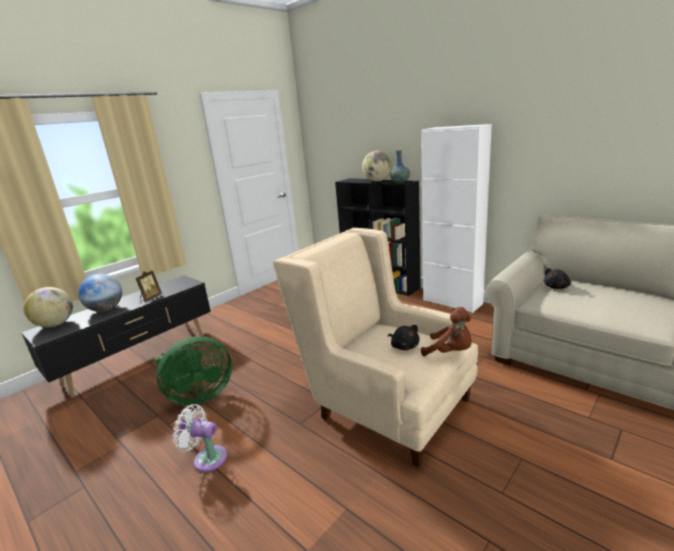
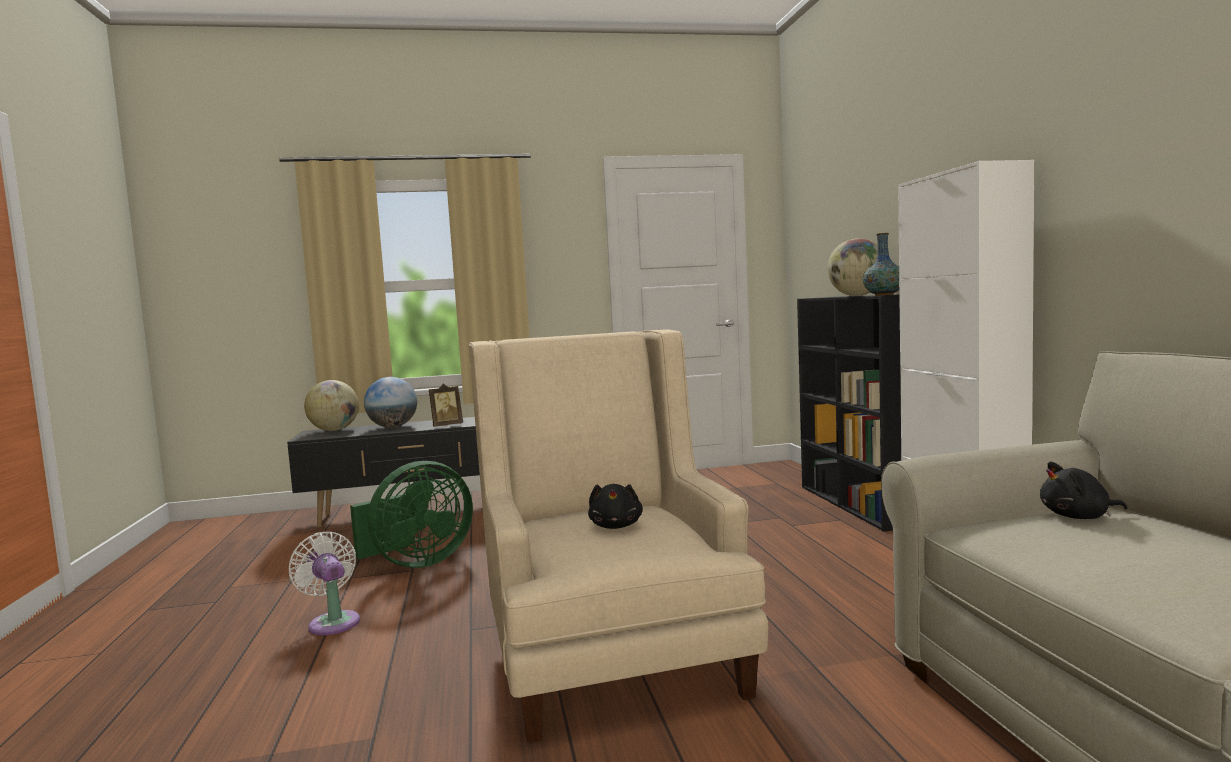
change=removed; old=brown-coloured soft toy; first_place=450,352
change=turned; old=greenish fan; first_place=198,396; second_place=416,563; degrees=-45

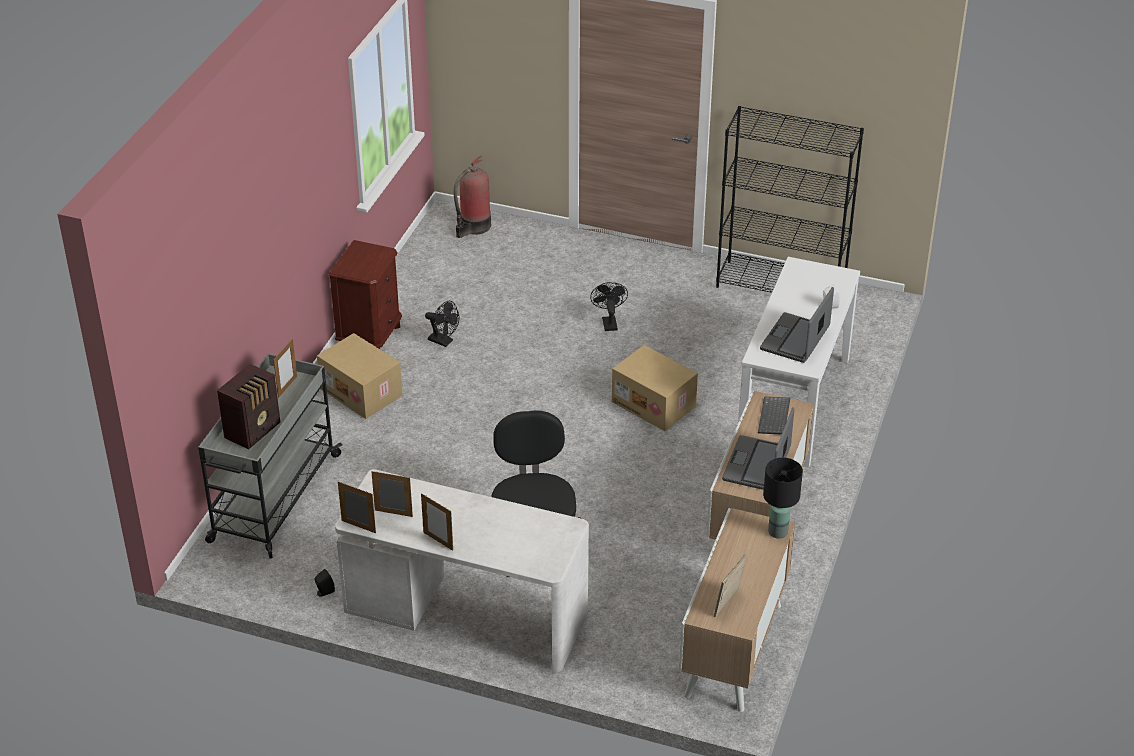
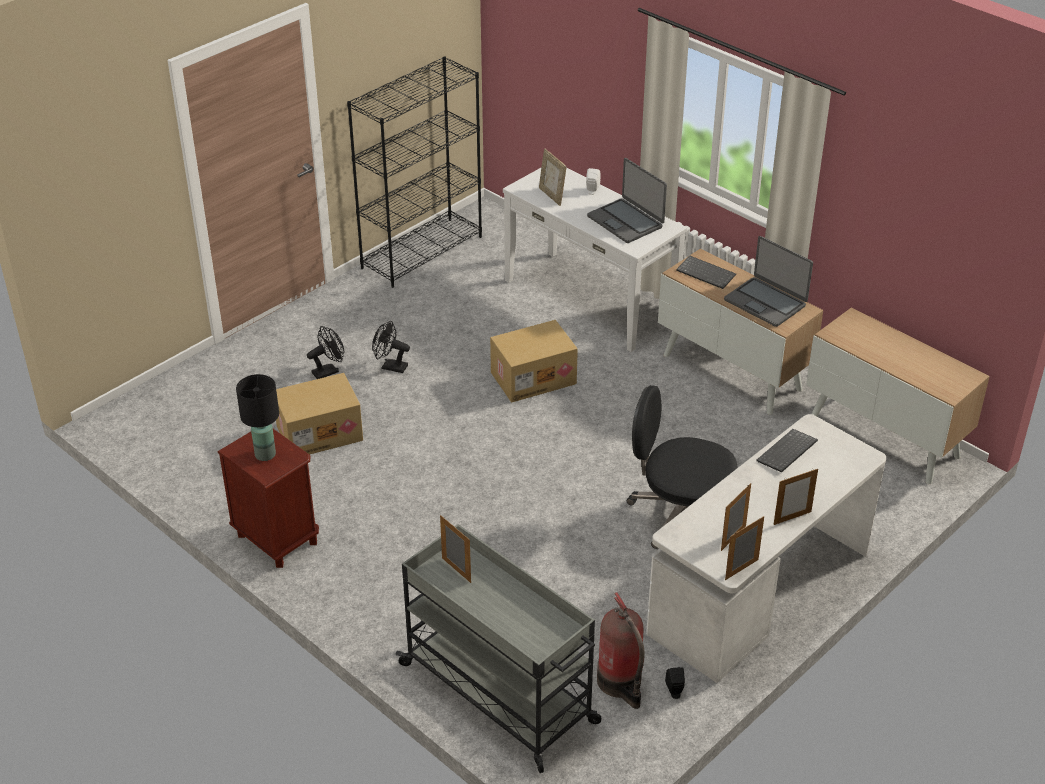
change=moved; old=fire-fighting cylinder; first_place=473,227; second_place=621,683
change=moved; old=black fan; first_place=444,341; second_place=328,371
change=moved; old=packing box; first_place=362,392; second_place=320,432
change=removed; old=radio set; first_place=254,430
change=moved; old=black lamp for a table; first_place=778,531; second_place=265,454
change=moved; old=standing frame; first_place=728,604; second_place=552,196
change=added; new=keyboard; second_place=787,453

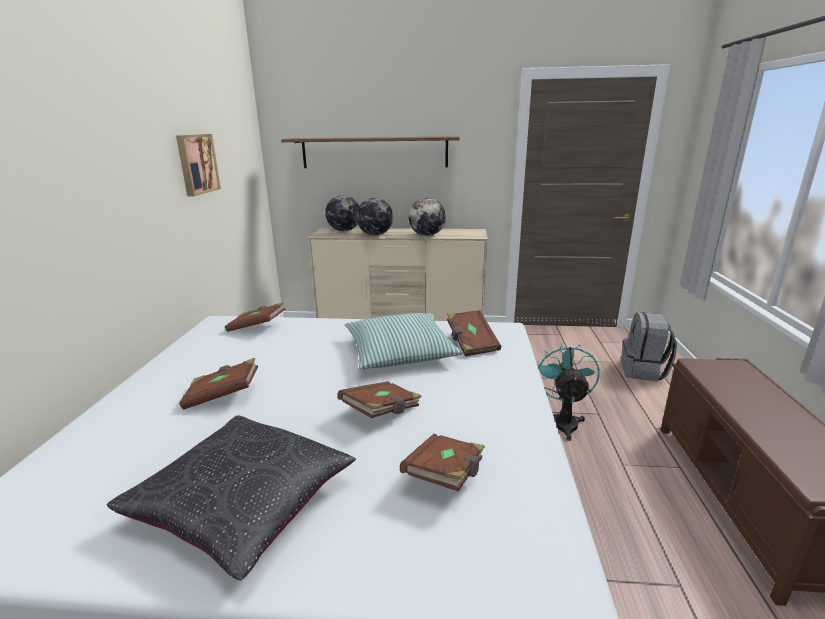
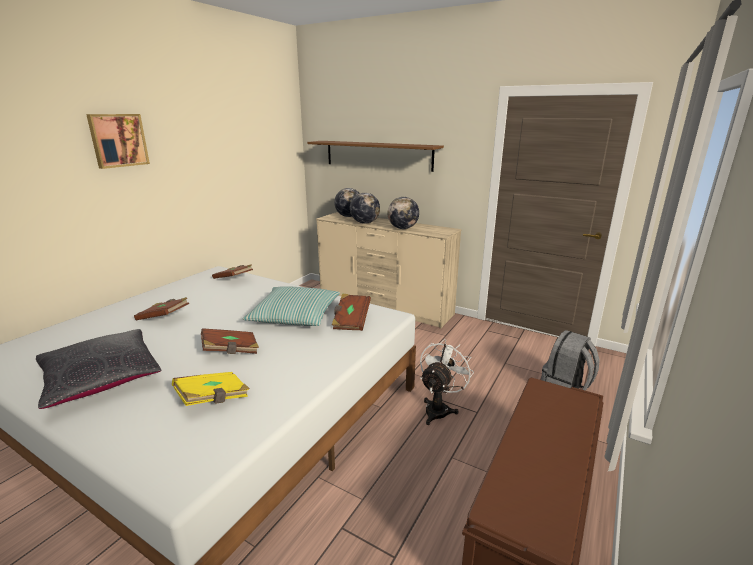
change=moved; old=picture; first_place=196,164; second_place=118,140
change=recoloured; old=turquoise fan; new=white fan; first_place=563,421; second_place=439,408
change=recoloured; old=brown-coloured book; new=yellow book; first_place=446,475; second_place=213,399

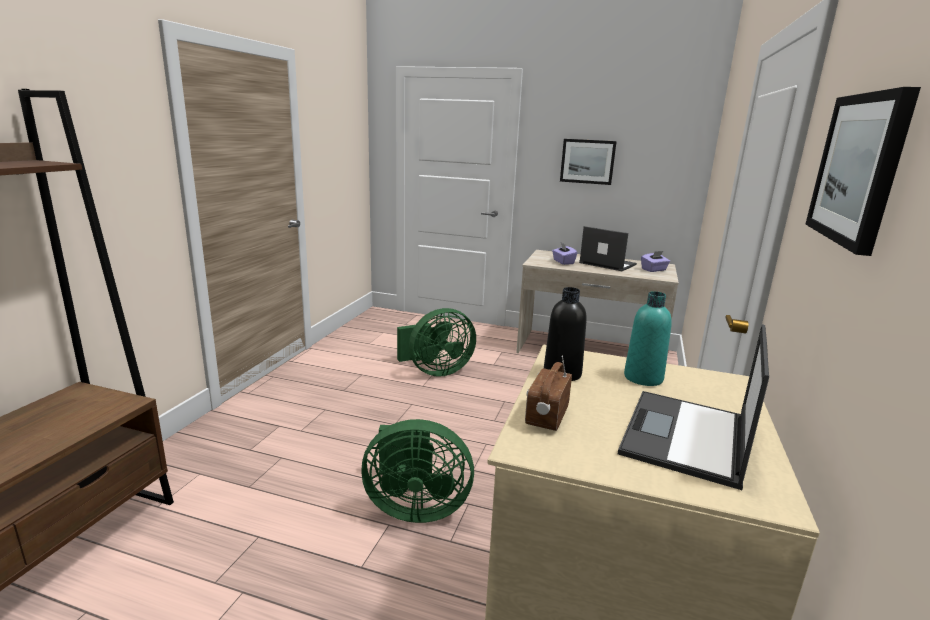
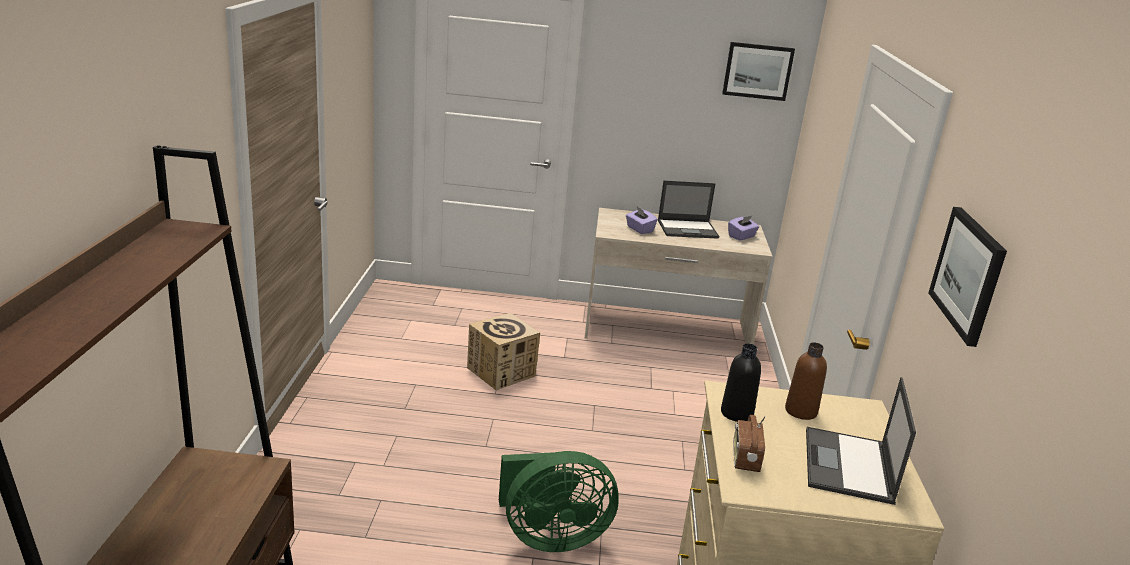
change=moved; old=picture; first_place=587,161; second_place=757,71
change=turned; old=portable computer; first_place=607,263; second_place=688,229; degrees=150
change=recoloured; old=turquoise bottle; new=brown-coloured bottle; first_place=643,378; second_place=801,411
change=replaced; old=greenish fan; new=packing box; first_place=436,371; second_place=501,372

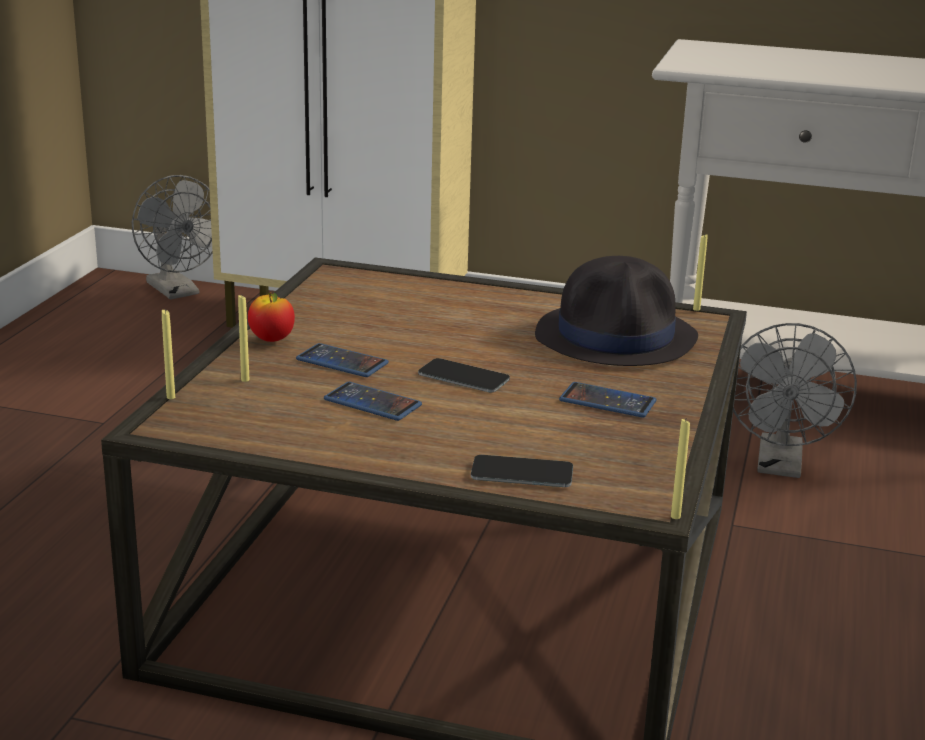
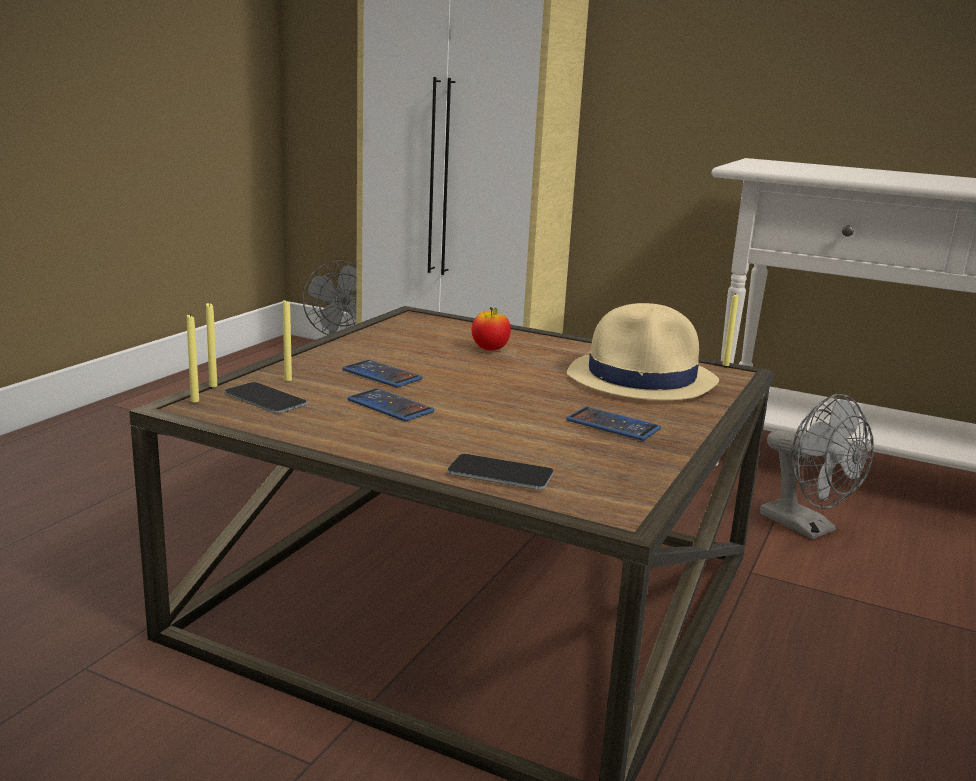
change=recoloured; old=black clothing hat; new=beige-coloured clothing hat; first_place=617,337; second_place=643,379
change=moved; old=whole apple; first_place=272,340; second_place=490,350
change=turned; old=grey fan; first_place=780,466; second_place=807,527; degrees=-60
change=moved; old=handset; first_place=463,376; second_place=265,399
change=moved; old=yellow wax light; first_place=675,516; second_place=195,401

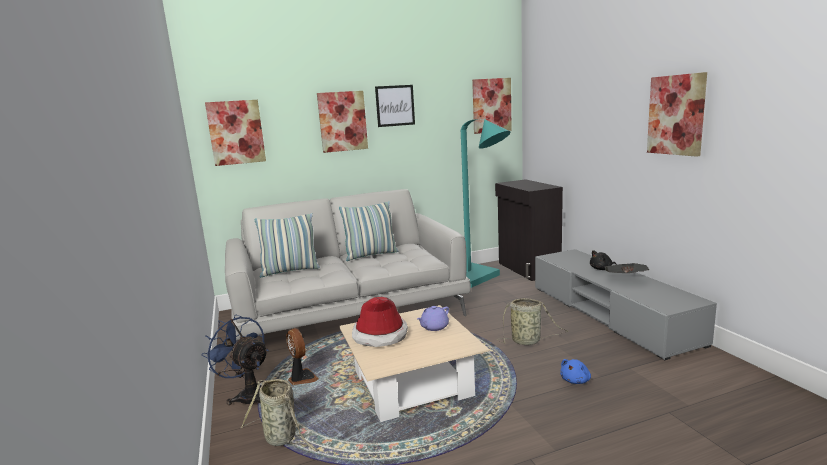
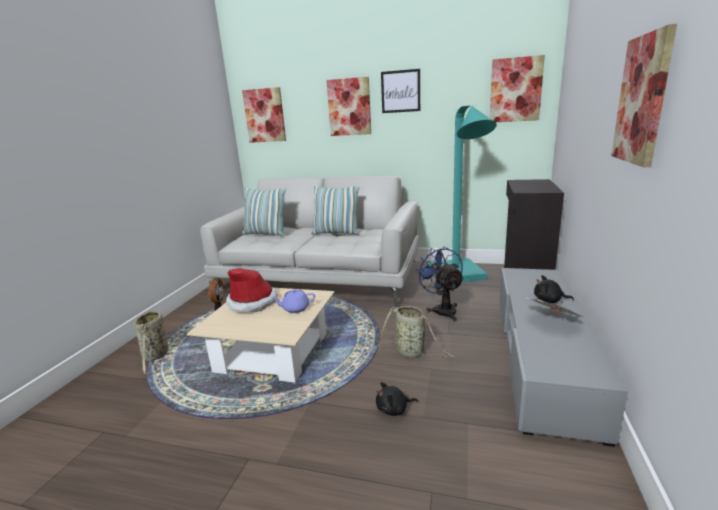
change=moved; old=bluish fan; first_place=248,395; second_place=442,310
change=recoloured; old=bluish soft toy; new=black soft toy; first_place=576,380; second_place=394,409

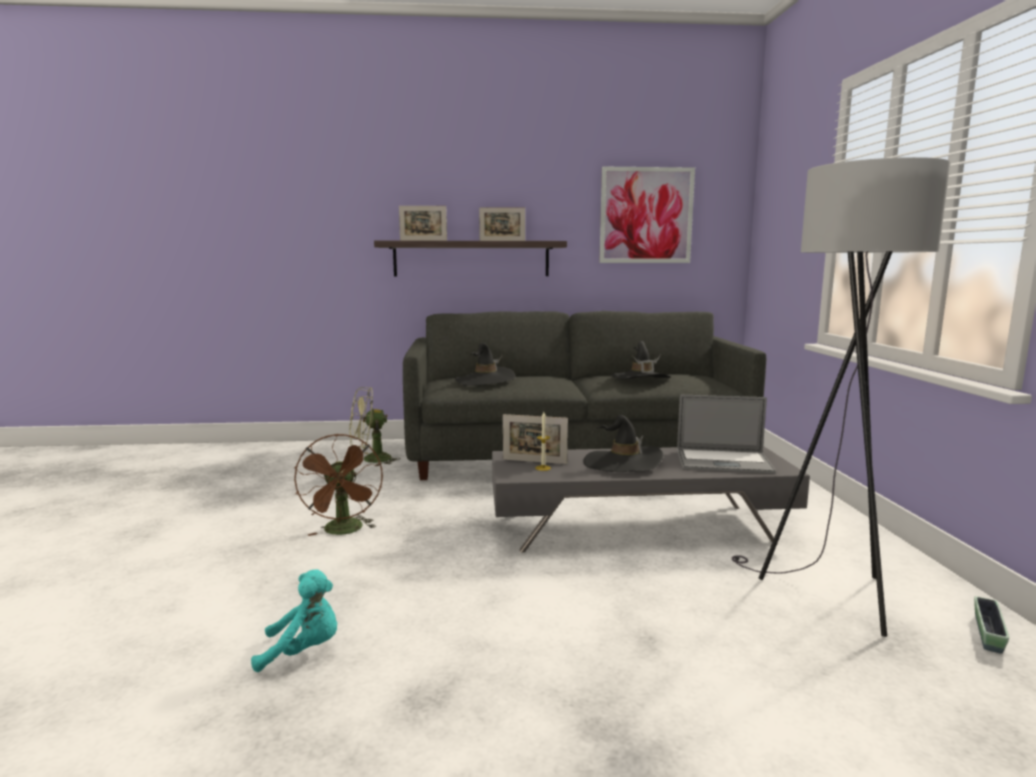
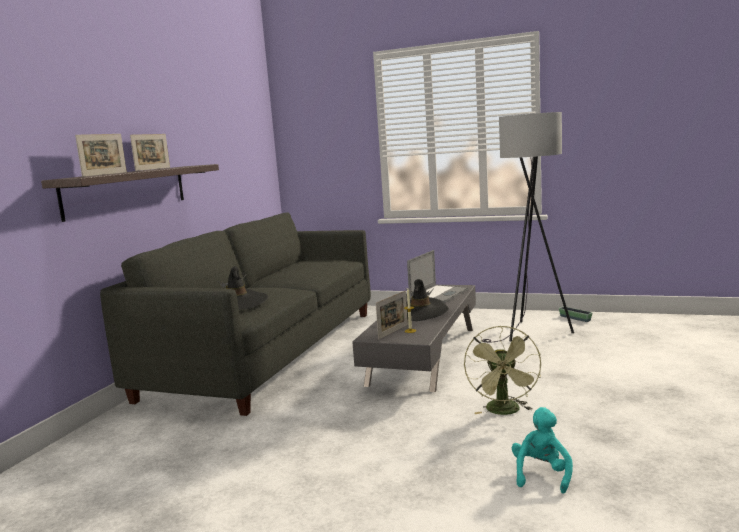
change=removed; old=picture; first_place=646,215
change=removed; old=black clothing hat; first_place=640,379
change=moved; old=greenish fan; first_place=370,460; second_place=505,412
change=removed; old=brown-coloured fan; first_place=344,531

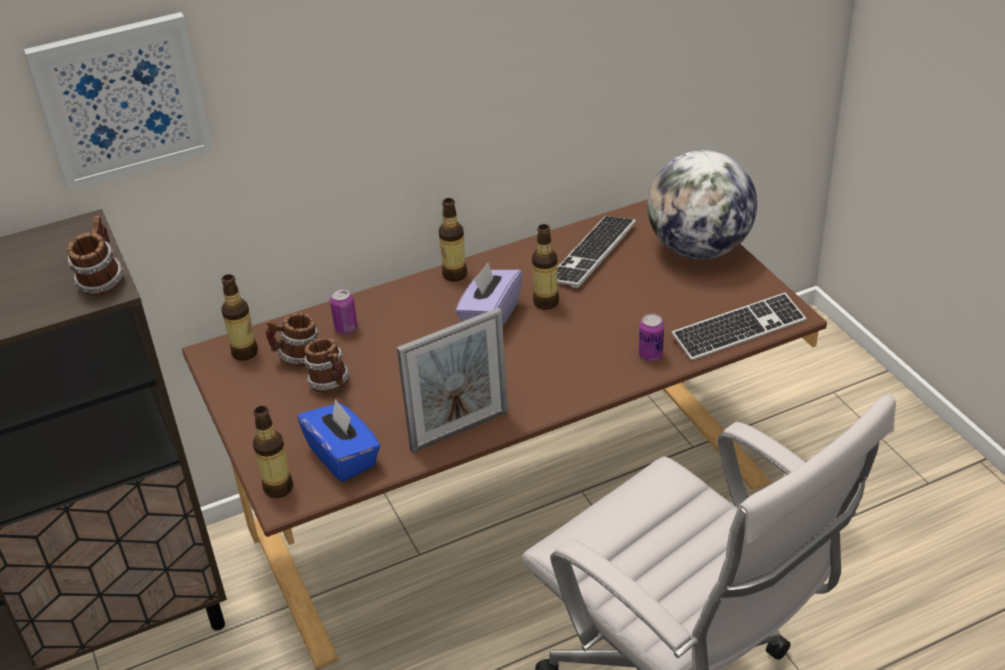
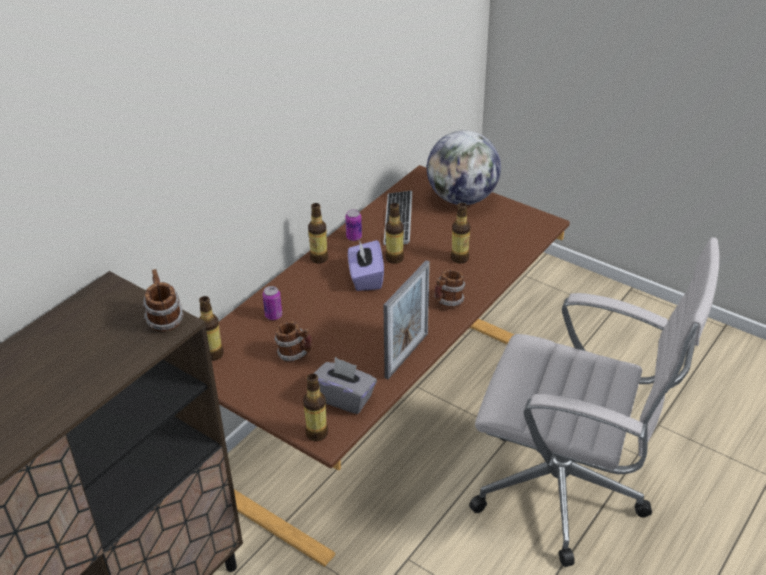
change=removed; old=picture; first_place=122,100
change=removed; old=keyboard; first_place=738,329
change=moved; old=tea mug; first_place=297,358; second_place=448,303
change=moved; old=can; first_place=650,355; second_place=354,237
change=recoloured; old=bluish tissue box; new=grey tissue box; first_place=343,457; second_place=344,398
change=added; new=bottle; second_place=459,258

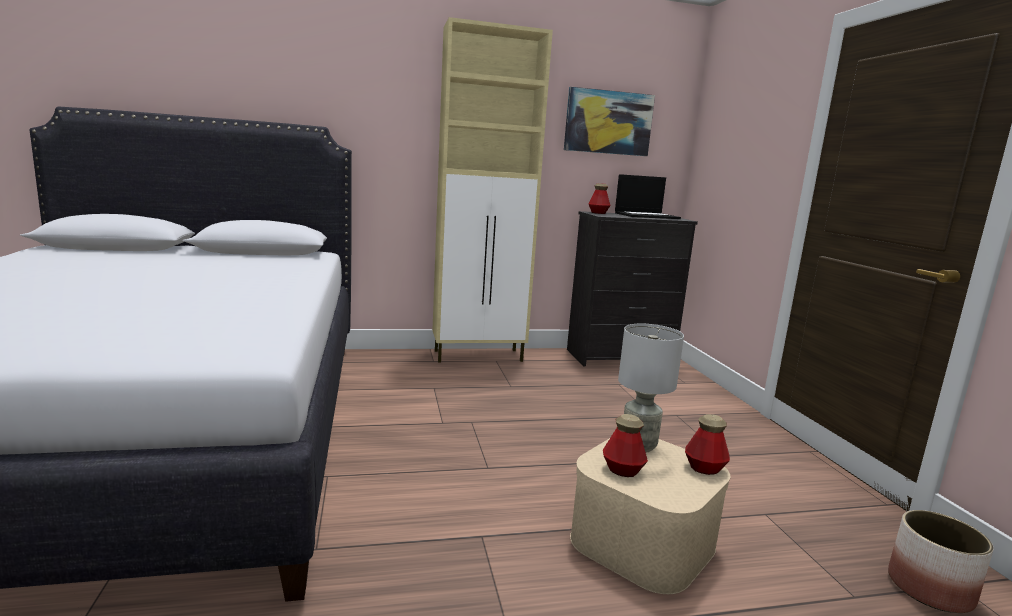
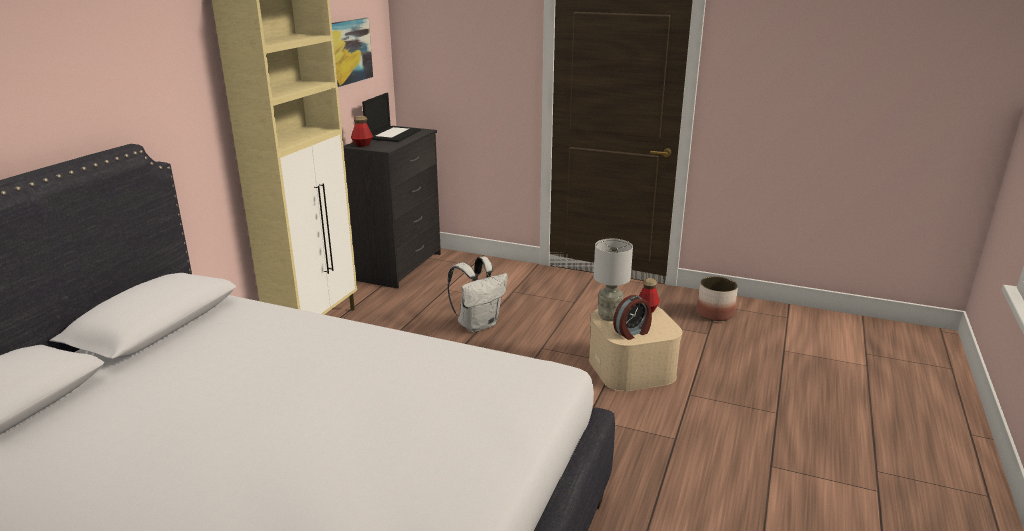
change=replaced; old=bottle; new=bedside clock; first_place=623,470; second_place=632,333
change=added; new=white rucksack; second_place=478,325

